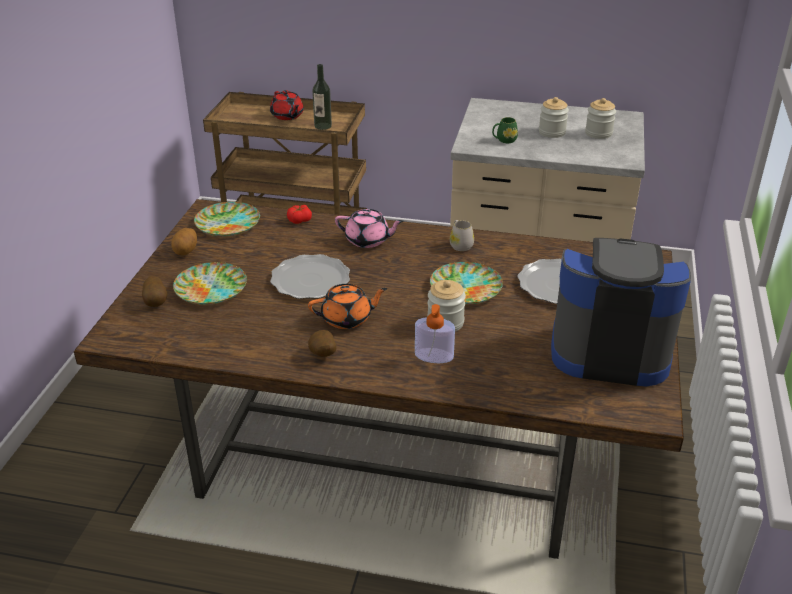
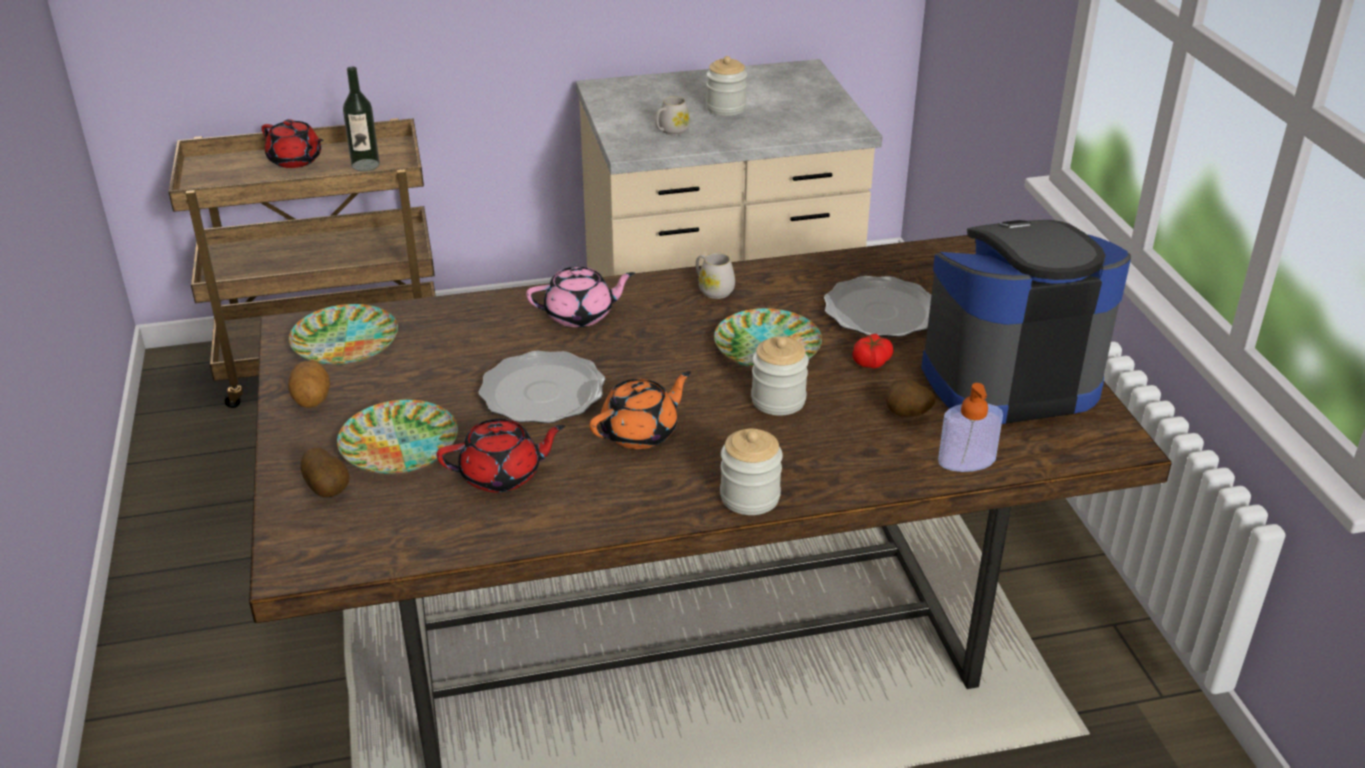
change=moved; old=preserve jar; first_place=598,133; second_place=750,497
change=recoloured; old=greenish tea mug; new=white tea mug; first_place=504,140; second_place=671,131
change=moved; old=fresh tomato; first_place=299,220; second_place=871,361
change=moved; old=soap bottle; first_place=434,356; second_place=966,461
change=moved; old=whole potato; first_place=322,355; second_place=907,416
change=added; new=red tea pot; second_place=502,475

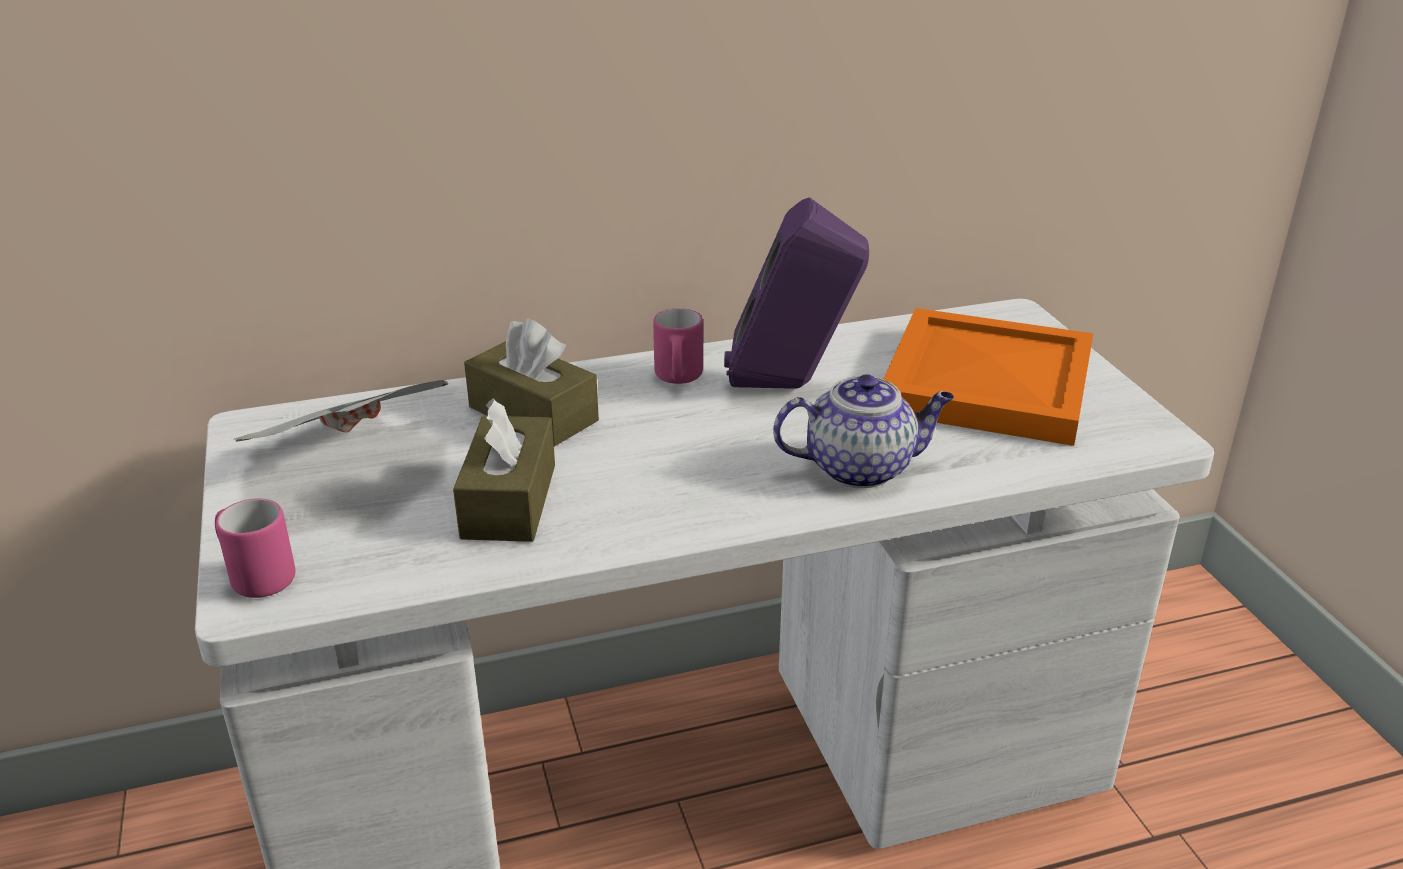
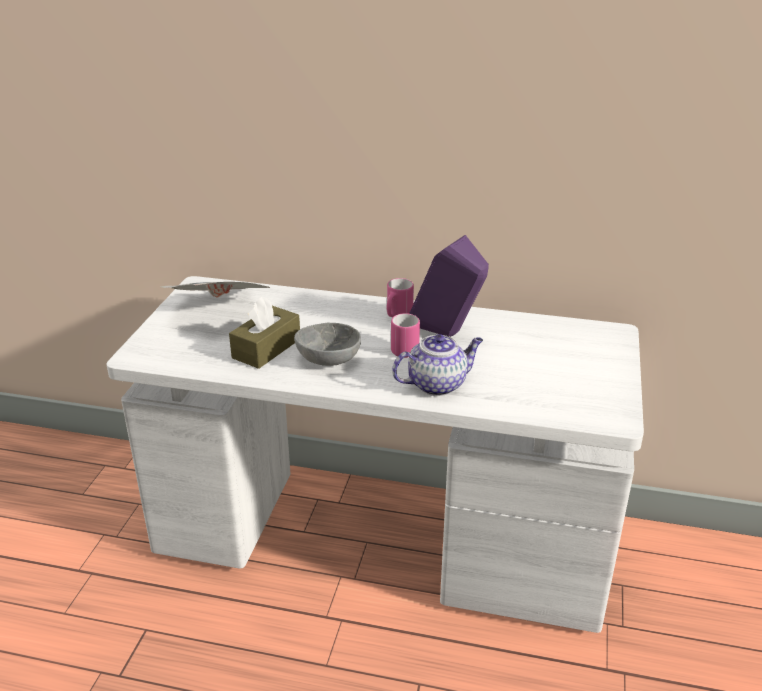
change=removed; old=orangey carrying tray; first_place=990,382
change=removed; old=brown-coloured tissue box; first_place=533,414
change=turned; old=tea pot; first_place=861,468; second_place=438,384; degrees=-45
change=moved; old=pink tea mug; first_place=256,577; second_place=402,349
change=added; new=grey deep dish; second_place=328,358

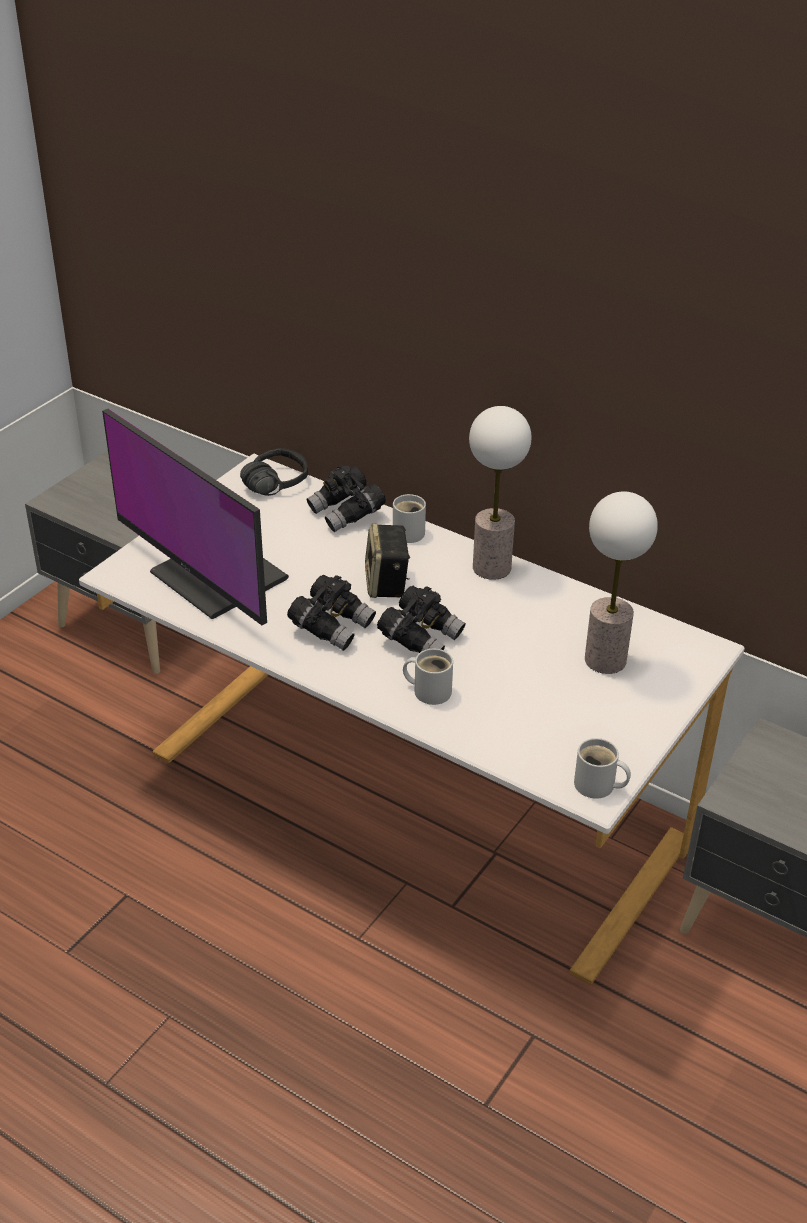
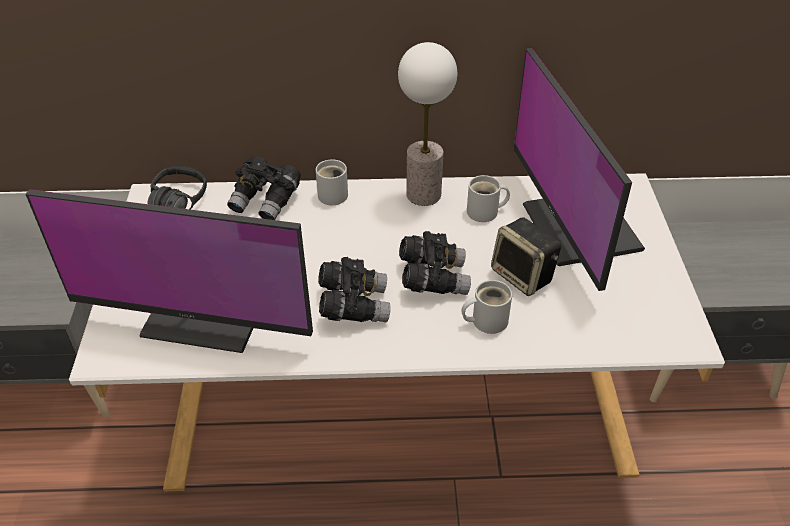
change=replaced; old=lamp for a table; new=computer display; first_place=605,660; second_place=578,228
change=moved; old=speaker; first_place=387,584; second_place=523,276
change=moved; old=white tea mug; first_place=597,786; second_place=485,212

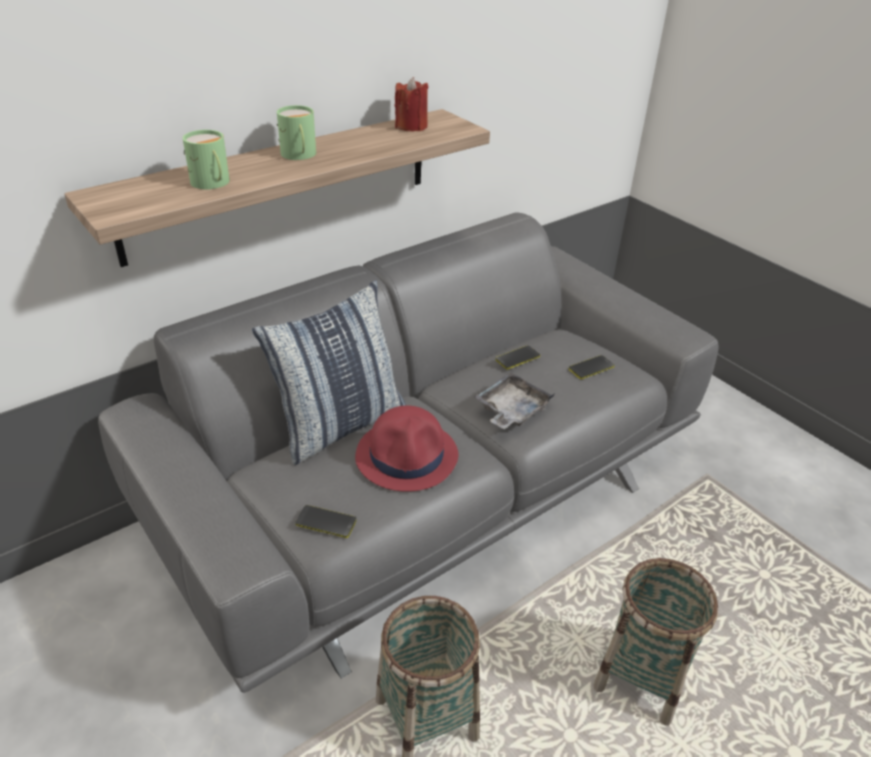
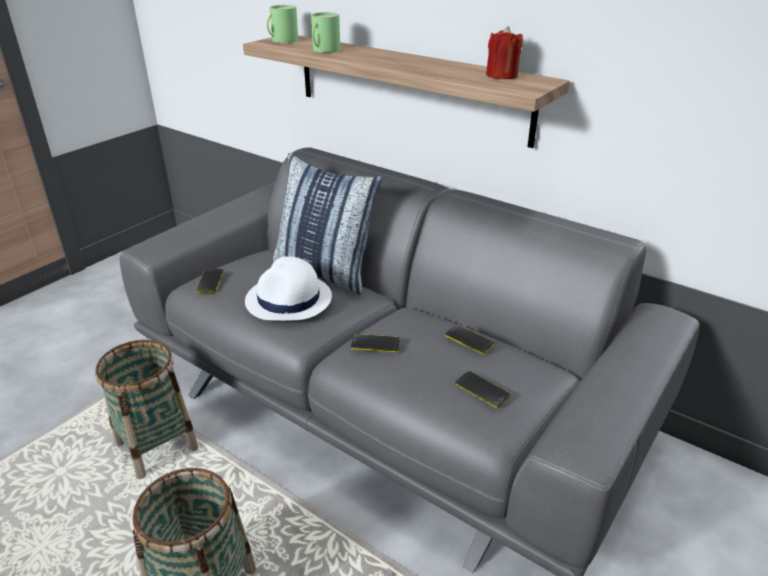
change=moved; old=greenish tea mug; first_place=299,155; second_place=282,40
change=replaced; old=grey carrying tray; new=handset; first_place=511,410; second_place=375,344
change=recoloured; old=red clothing hat; new=white clothing hat; first_place=407,456; second_place=289,300

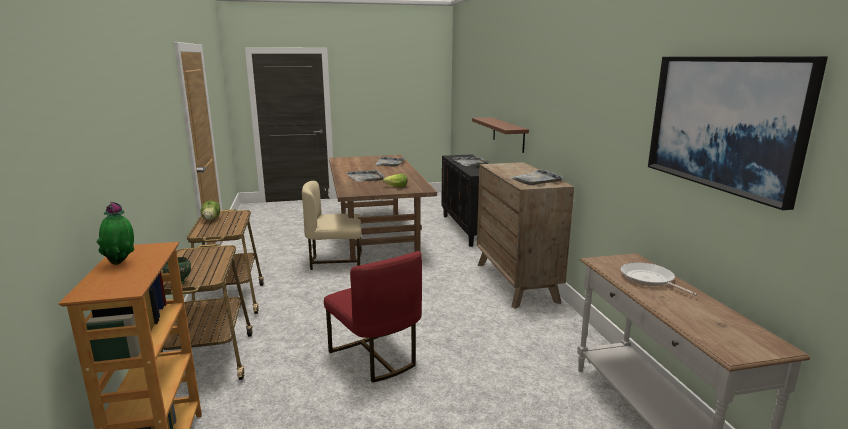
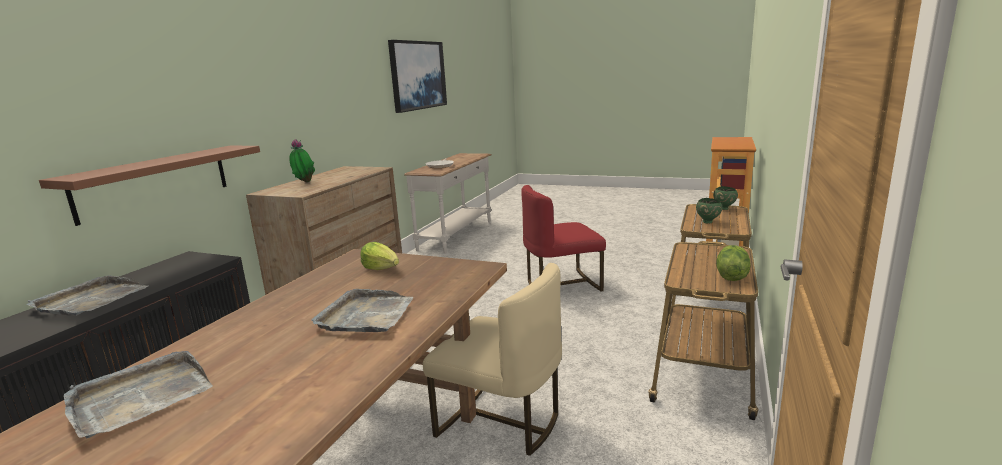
change=removed; old=grey carrying tray; first_place=536,180
change=moved; old=plant in a pot; first_place=121,263; second_place=304,182
change=turned; old=red chair; first_place=376,357; second_place=562,284; degrees=-105
change=added; new=greenish deep dish; second_place=708,222

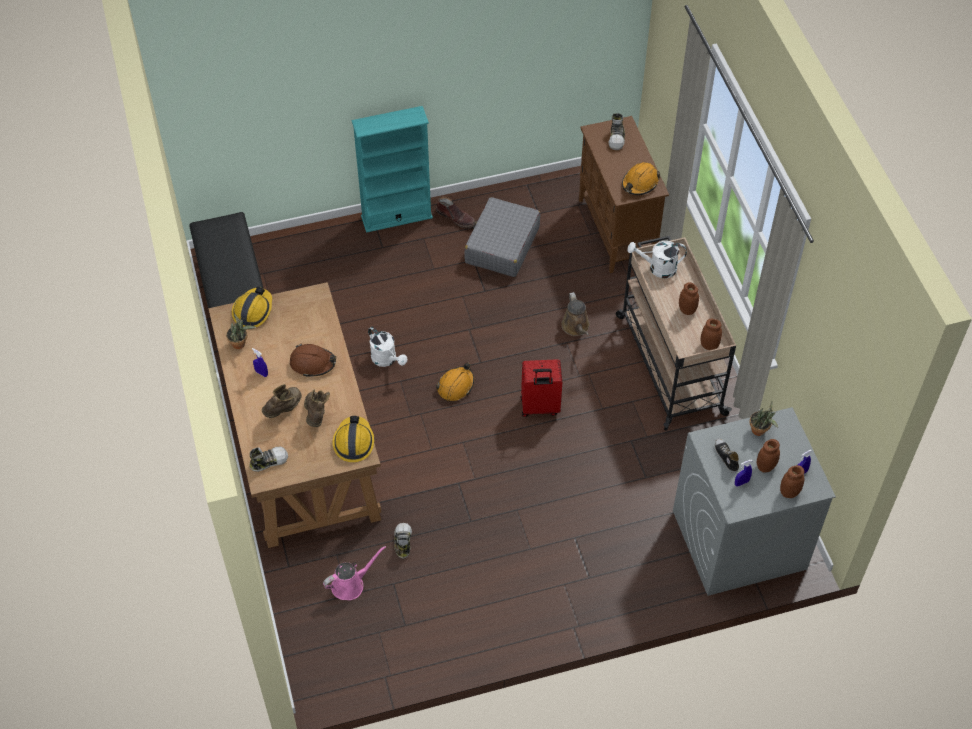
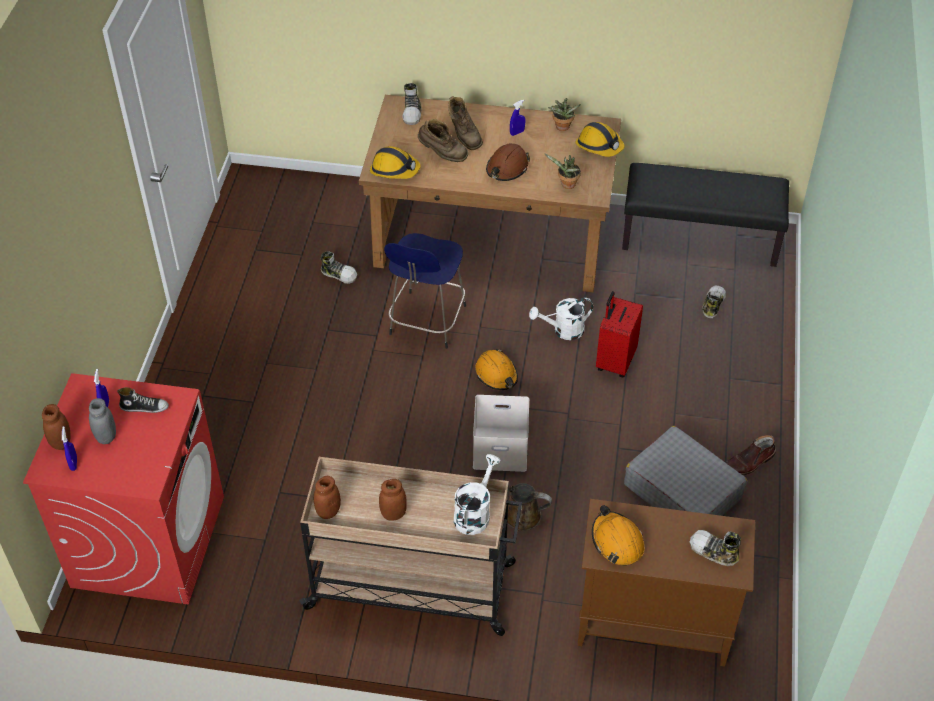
change=removed; old=turquoise shelving unit; first_place=396,217
change=moved; old=red travel case; first_place=539,407; second_place=614,361
change=moved; old=plant in a pot; first_place=760,431; second_place=566,185
change=recoloured; old=grey laundry machine; new=red laundry machine; first_place=738,540; second_place=148,540
change=recoloured; old=brown-coloured preserve jar; new=grey preserve jar; first_place=765,466; second_place=106,436
change=removed; old=pink watering pot; first_place=350,584
change=added; new=bluish stool seat; second_place=426,322
change=added; new=shoe; second_place=712,304
change=added; new=white storage box; second_place=501,448

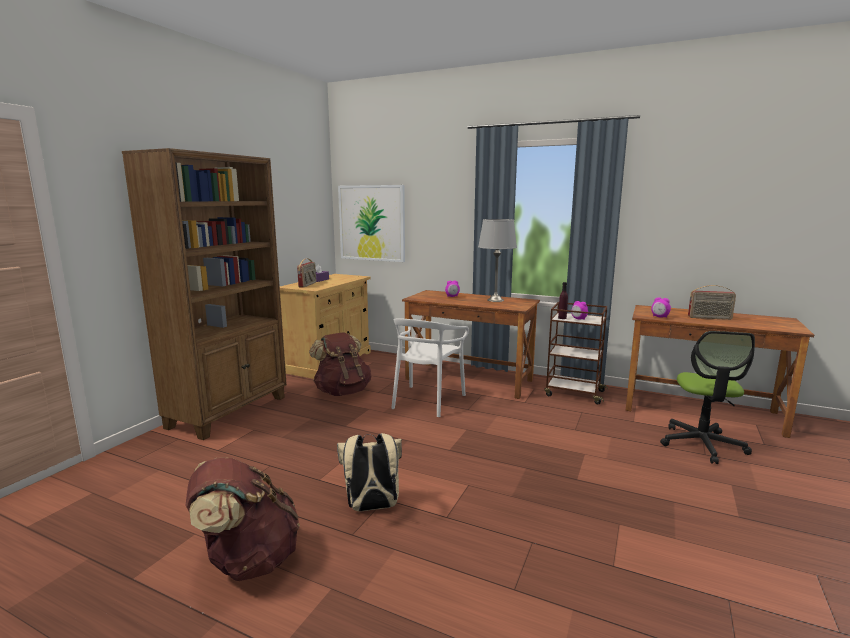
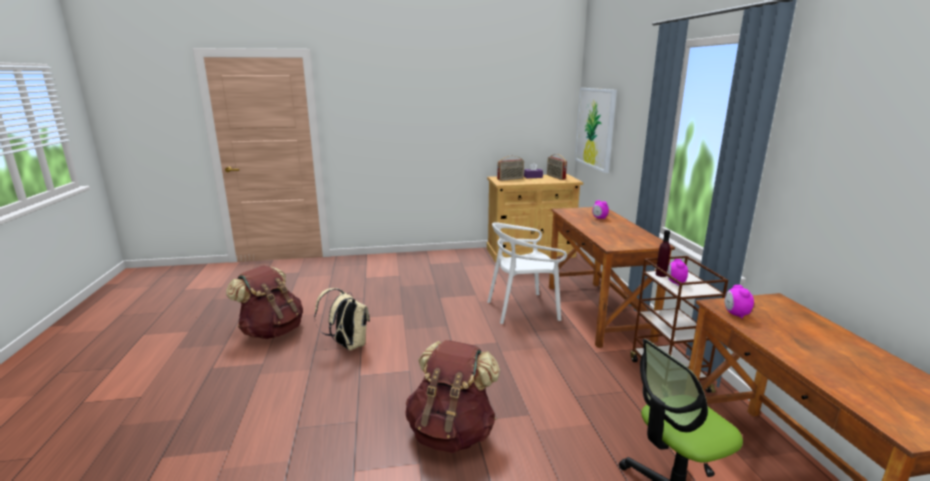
change=removed; old=brown-coloured shelving unit; first_place=230,411
change=removed; old=grey lamp for a table; first_place=495,300
change=moved; old=radio set; first_place=709,318; second_place=555,177
change=moved; old=brown-coloured rucksack; first_place=342,392; second_place=452,432

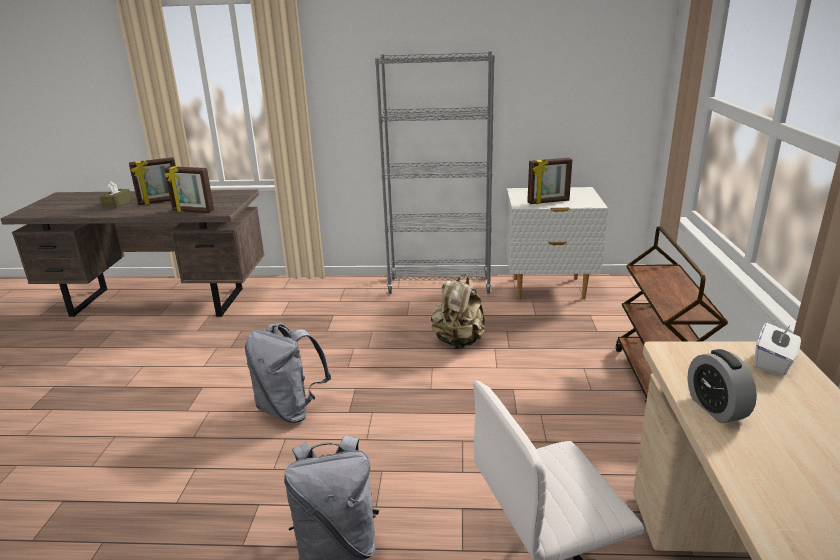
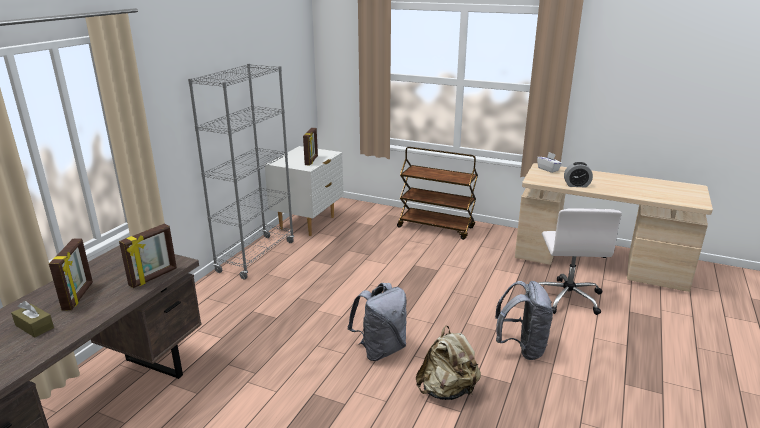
change=moved; old=beige-coloured rucksack; first_place=459,342; second_place=447,390

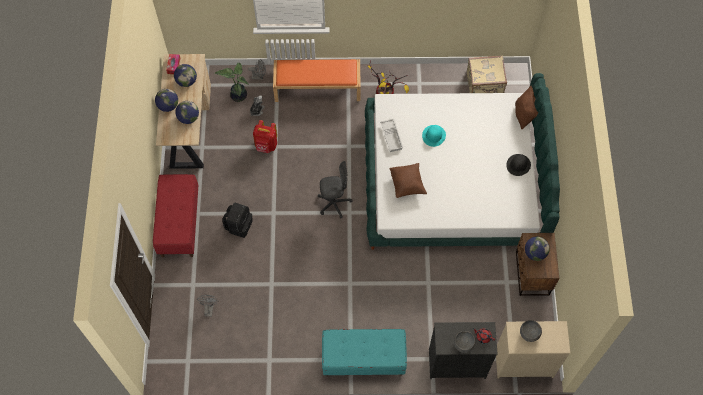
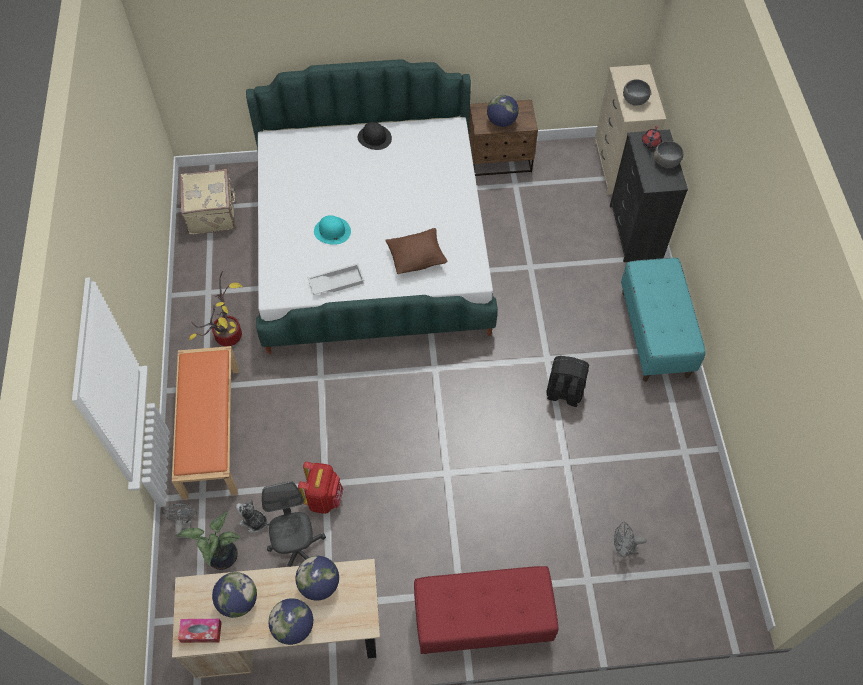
change=removed; old=brown-coloured throw pillow; first_place=524,115
change=moved; old=grey office chair; first_place=334,203; second_place=297,550
change=moved; old=black rucksack; first_place=239,225; second_place=564,392

